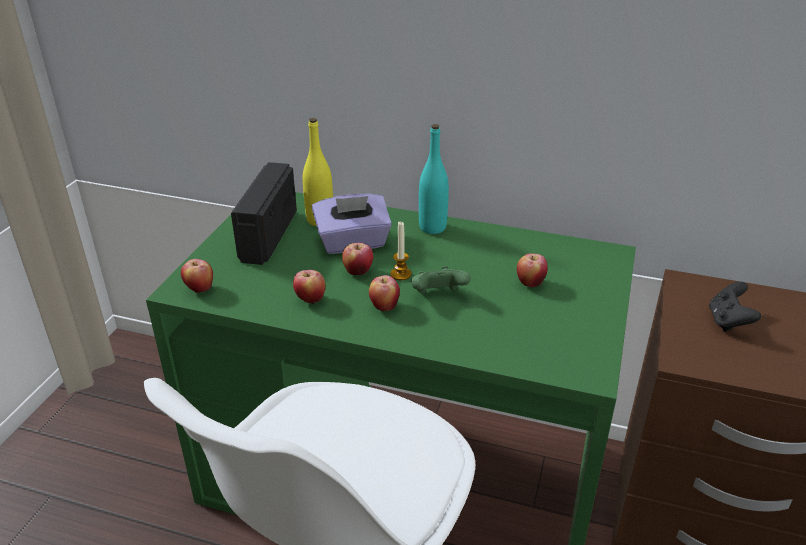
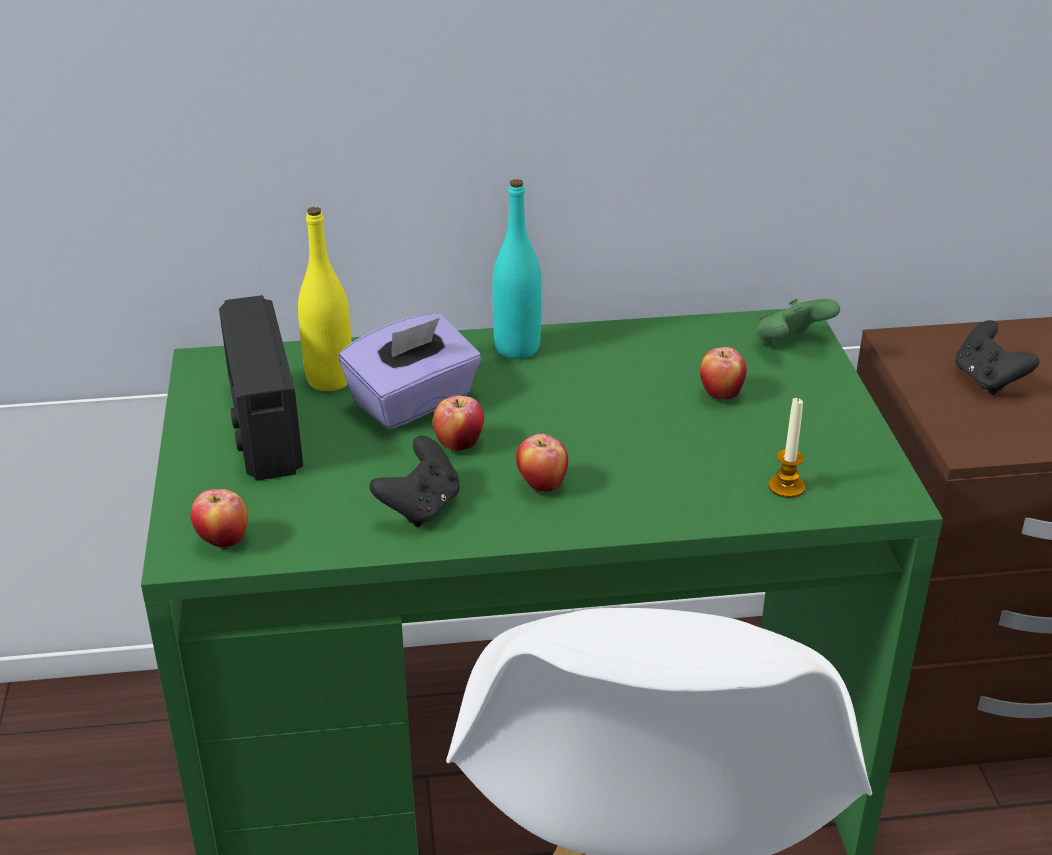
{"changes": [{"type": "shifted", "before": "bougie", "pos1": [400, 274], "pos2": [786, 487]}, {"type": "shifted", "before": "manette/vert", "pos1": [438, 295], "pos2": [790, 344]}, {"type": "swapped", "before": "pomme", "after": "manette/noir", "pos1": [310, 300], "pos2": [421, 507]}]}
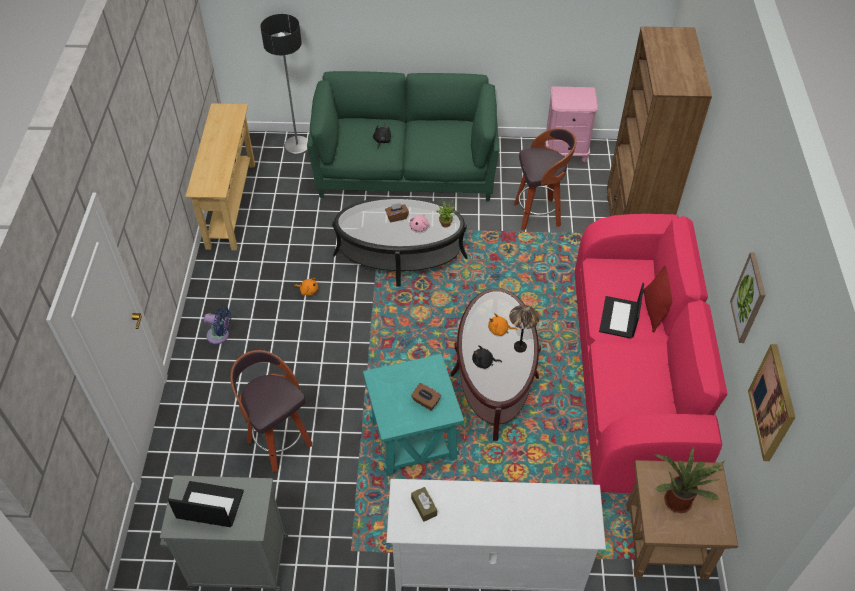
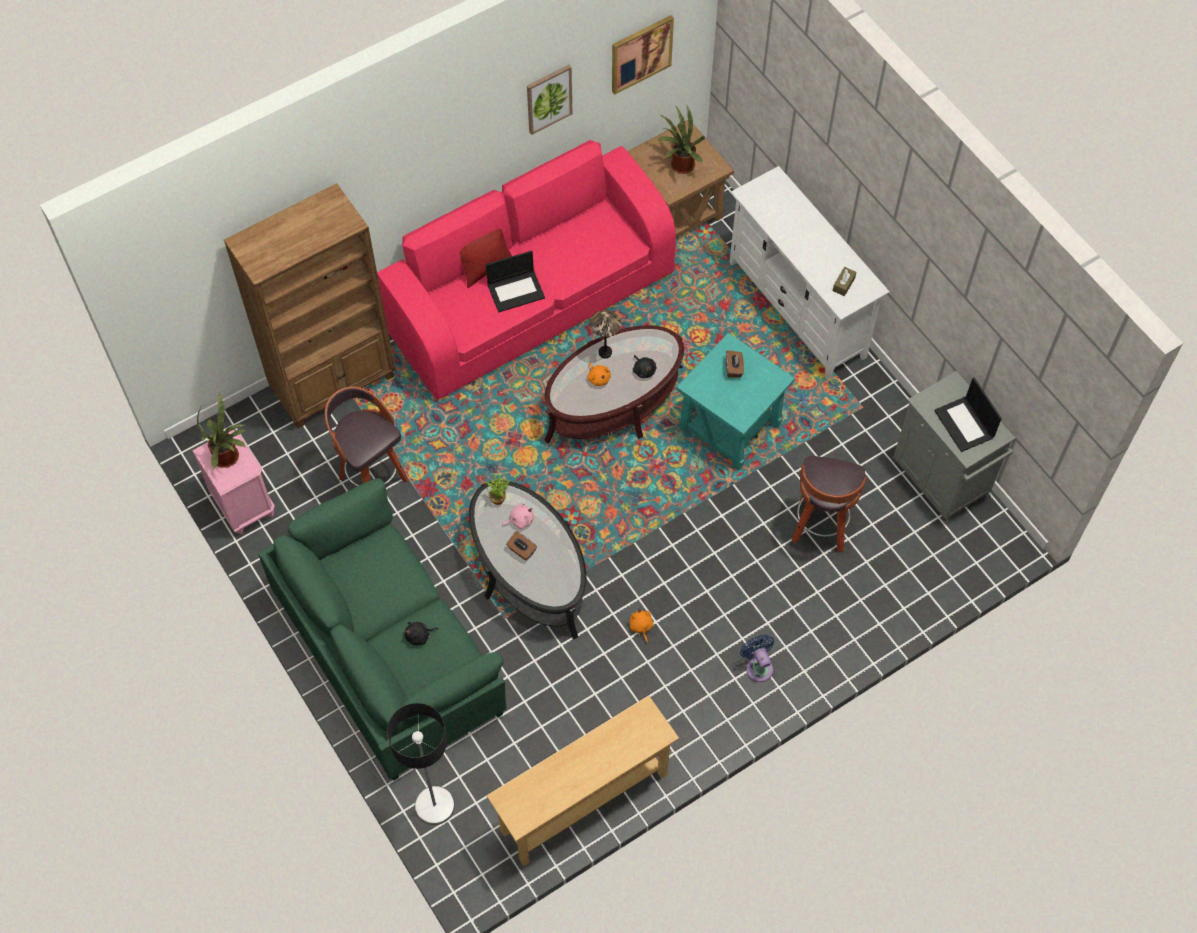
{"changes": [{"type": "new", "after": "plante en pot", "pos2": [229, 457]}]}
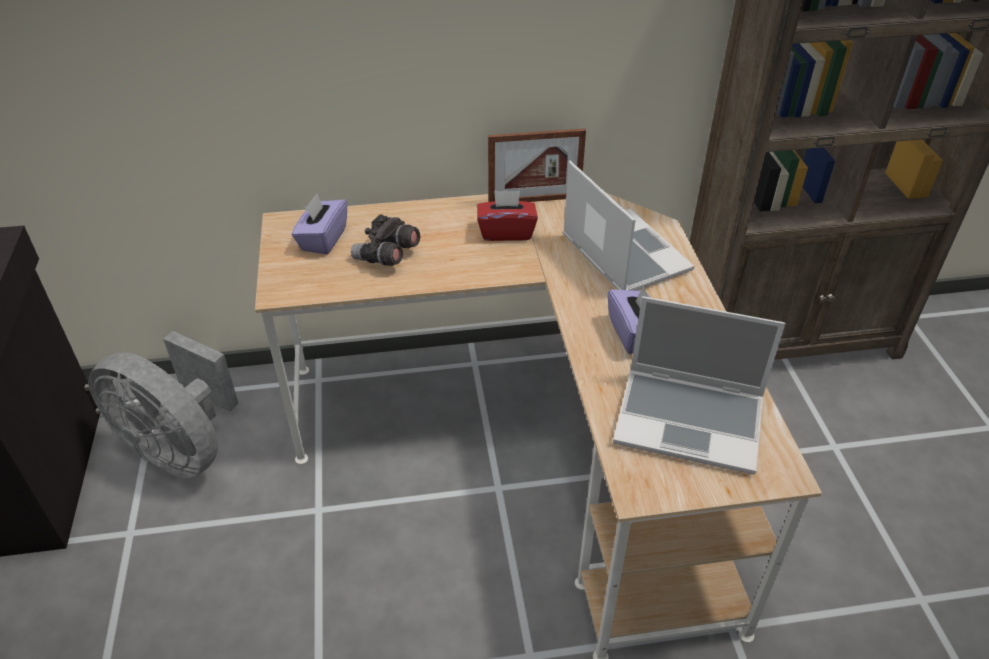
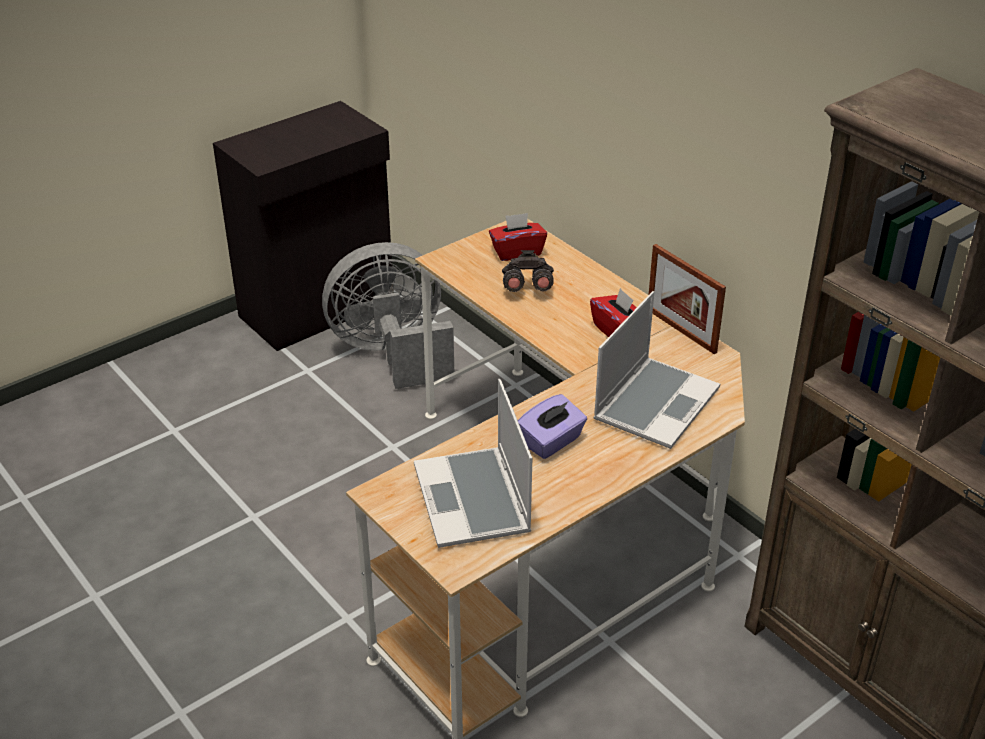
{"changes": [{"type": "repainted", "before": "boîte à mouchoirs/violet", "after": "boîte à mouchoirs/rouge", "pos1": [323, 239], "pos2": [517, 252]}, {"type": "rotated", "before": "ventilateur/gris", "pos1": [182, 448], "pos2": [392, 354], "turn": 75}]}
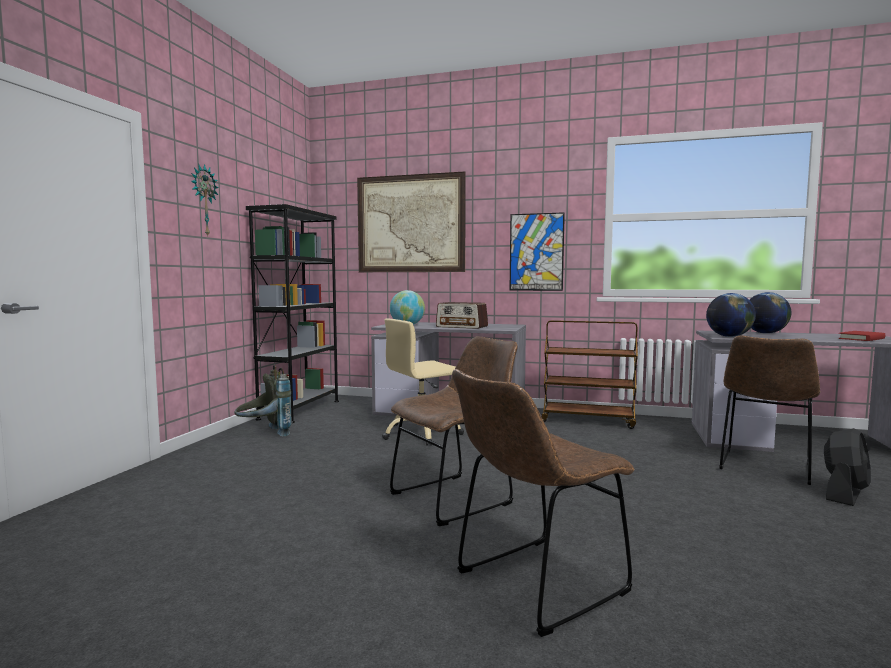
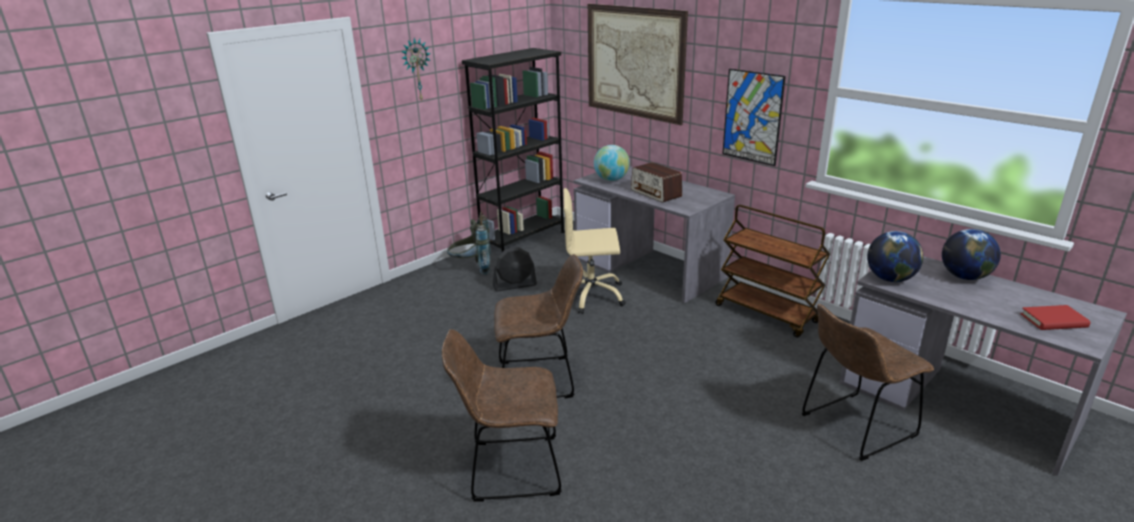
{"changes": [{"type": "shifted", "before": "ventilateur/noir", "pos1": [844, 493], "pos2": [515, 285]}]}
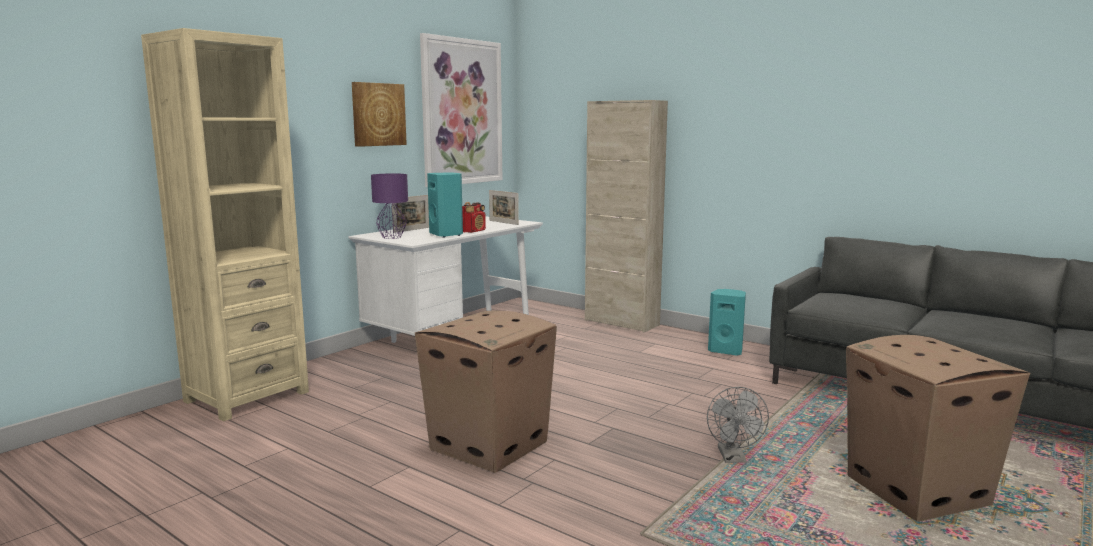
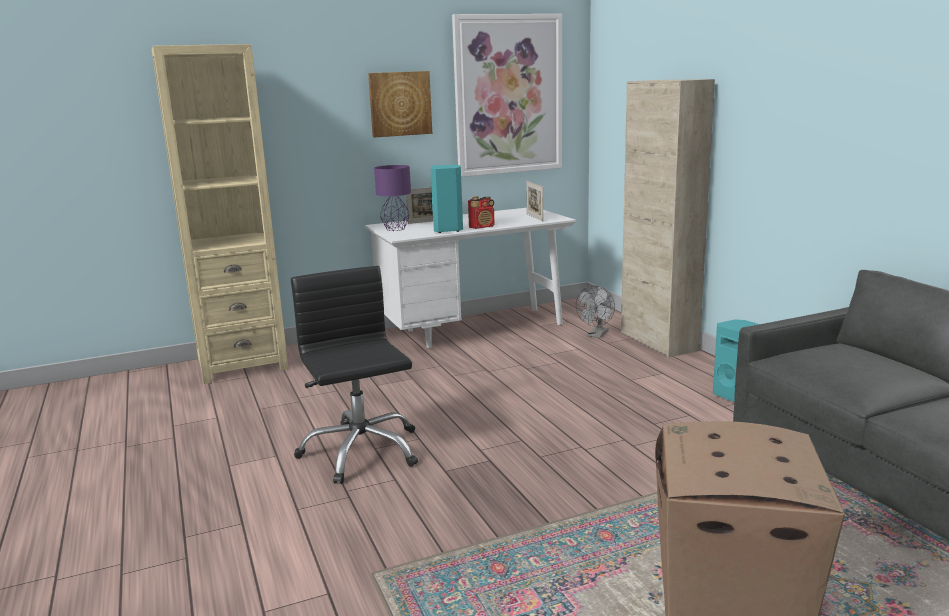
{"changes": [{"type": "shifted", "before": "ventilateur/gris", "pos1": [733, 459], "pos2": [596, 335]}, {"type": "swapped", "before": "carton", "after": "chaise de bureau/noir", "pos1": [490, 445], "pos2": [360, 451]}]}
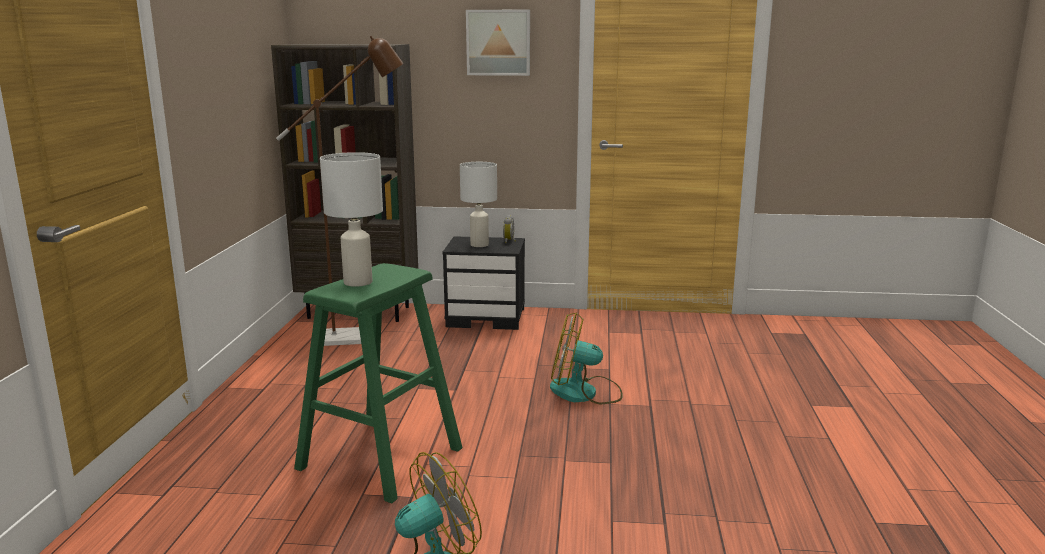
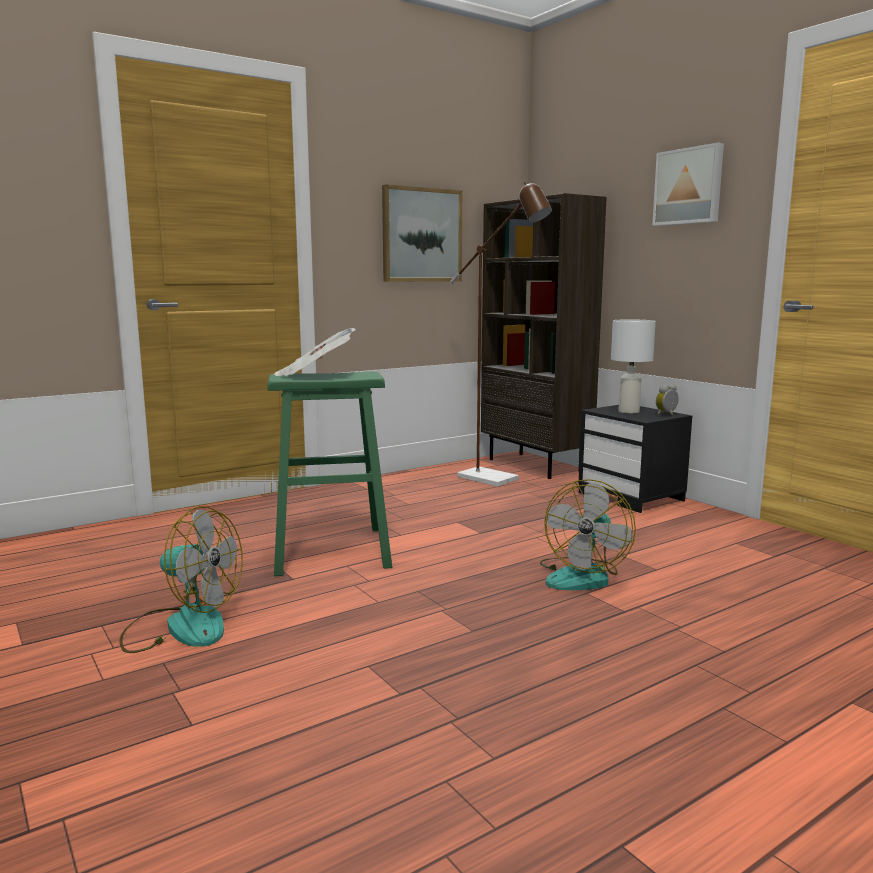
{"changes": [{"type": "new", "after": "tableau", "pos2": [421, 235]}, {"type": "swapped", "before": "lampe de table/blanc", "after": "journal", "pos1": [358, 282], "pos2": [314, 374]}, {"type": "rotated", "before": "ventilateur", "pos1": [584, 393], "pos2": [583, 576], "turn": -120}]}
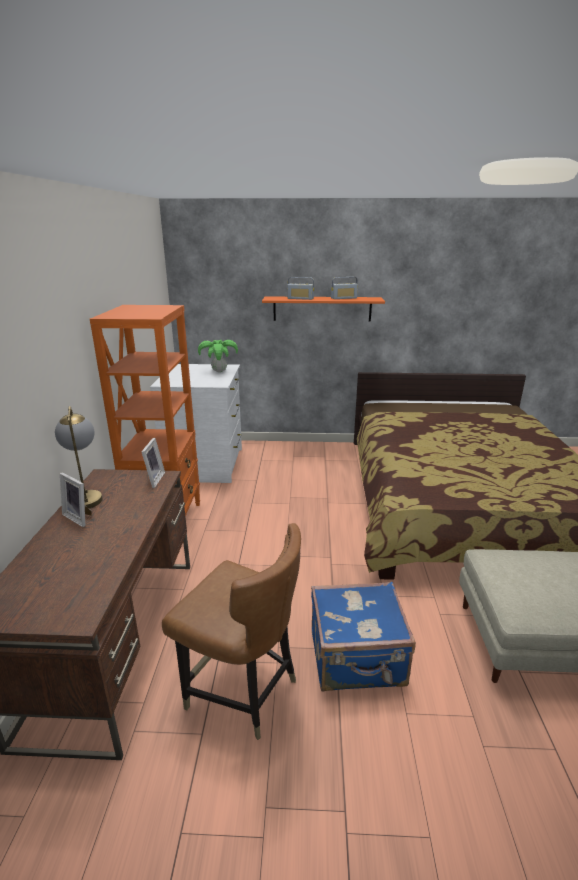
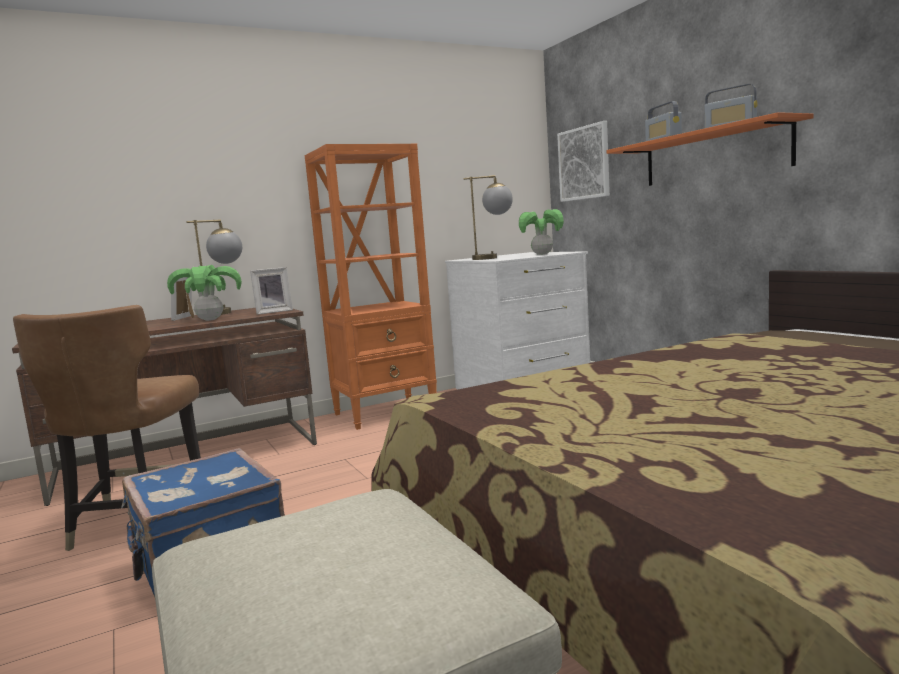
{"changes": [{"type": "new", "after": "plante en pot", "pos2": [210, 319]}, {"type": "new", "after": "lampe de table", "pos2": [494, 258]}, {"type": "new", "after": "tableau", "pos2": [584, 163]}]}
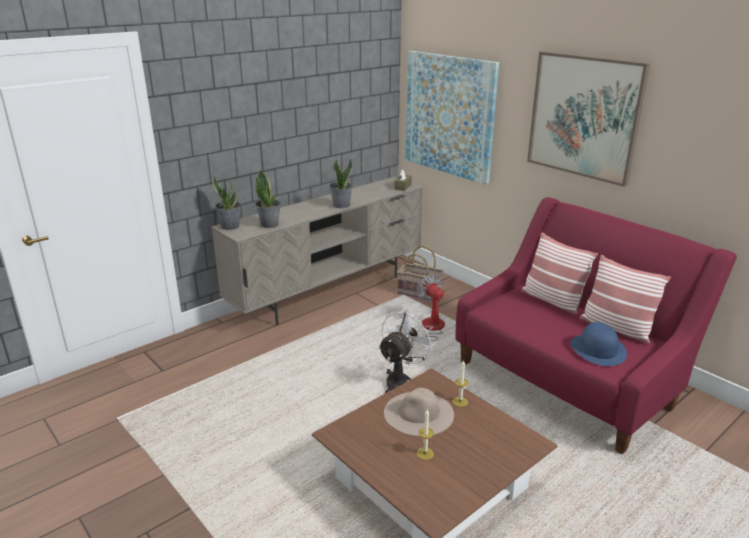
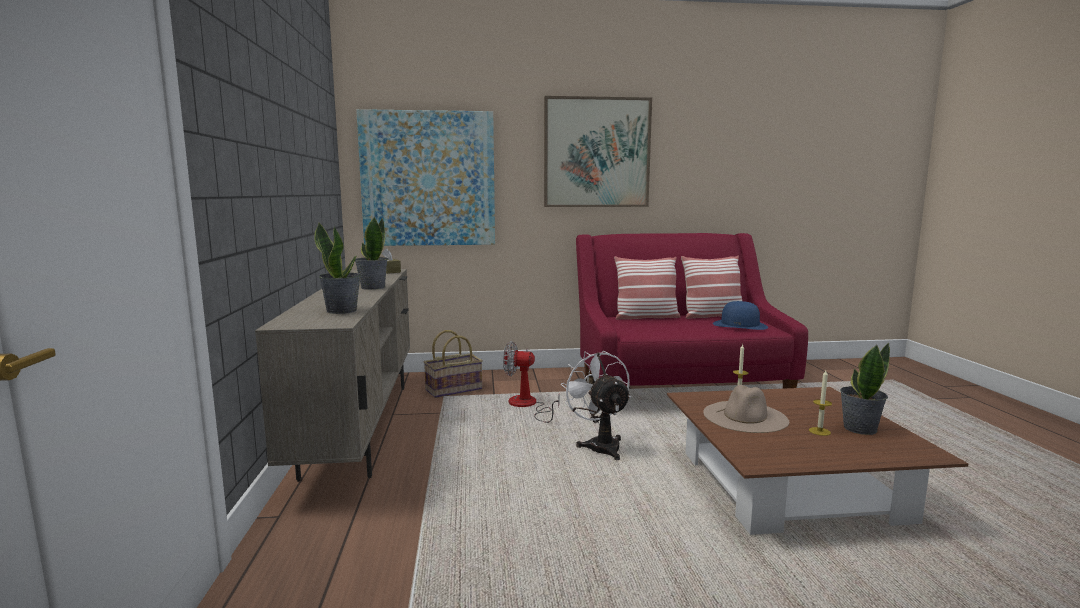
{"changes": [{"type": "shifted", "before": "plante en pot", "pos1": [230, 226], "pos2": [859, 428]}]}
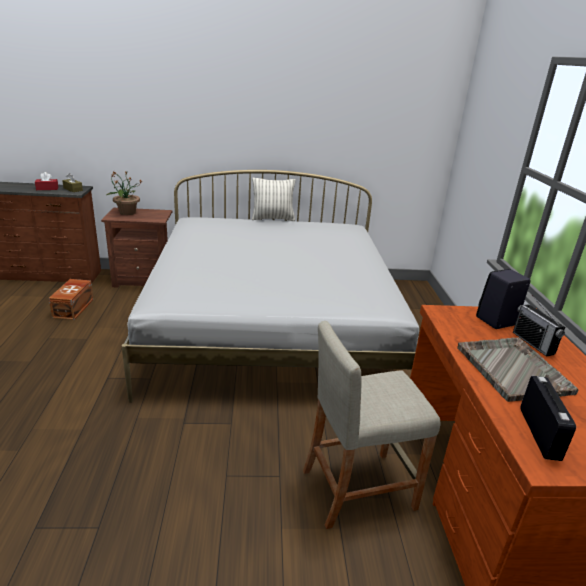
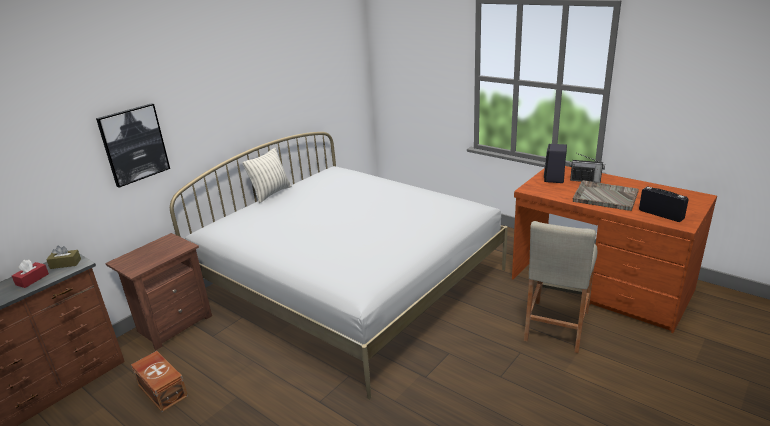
{"changes": [{"type": "gone", "before": "plante en pot", "pos1": [127, 212]}, {"type": "new", "after": "tableau", "pos2": [134, 144]}]}
